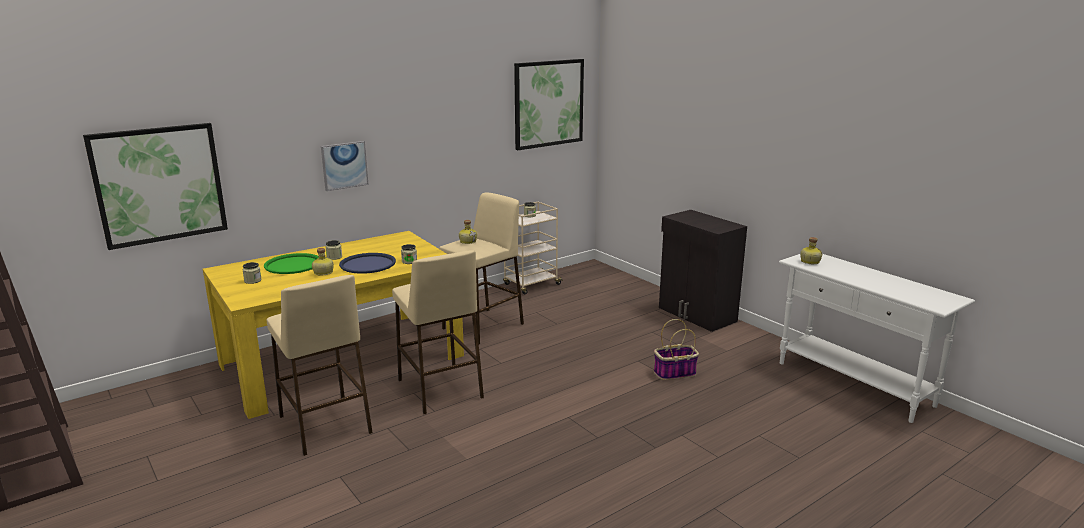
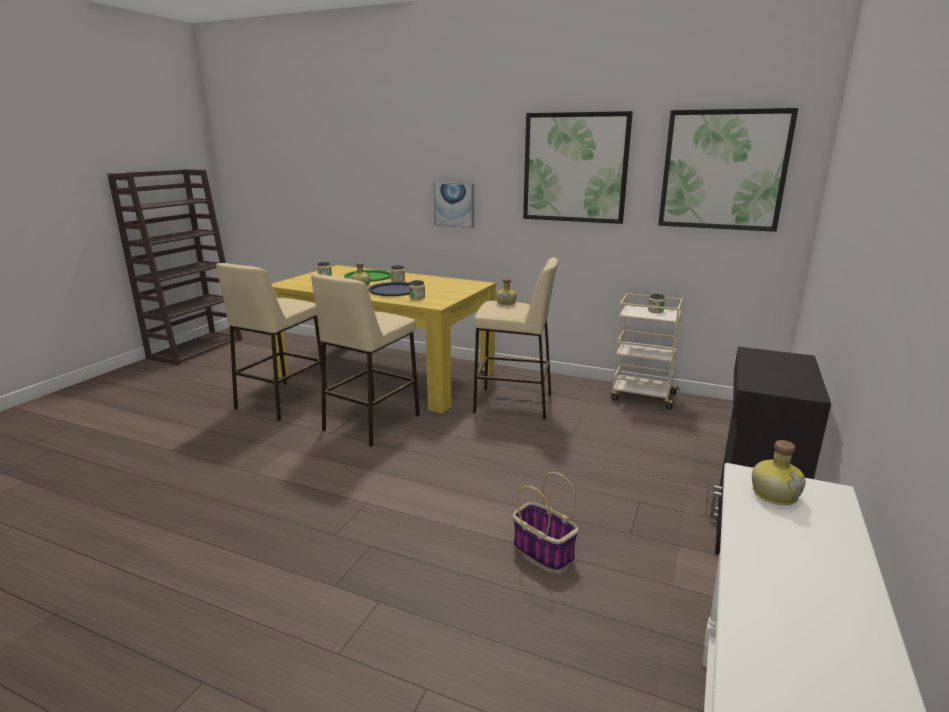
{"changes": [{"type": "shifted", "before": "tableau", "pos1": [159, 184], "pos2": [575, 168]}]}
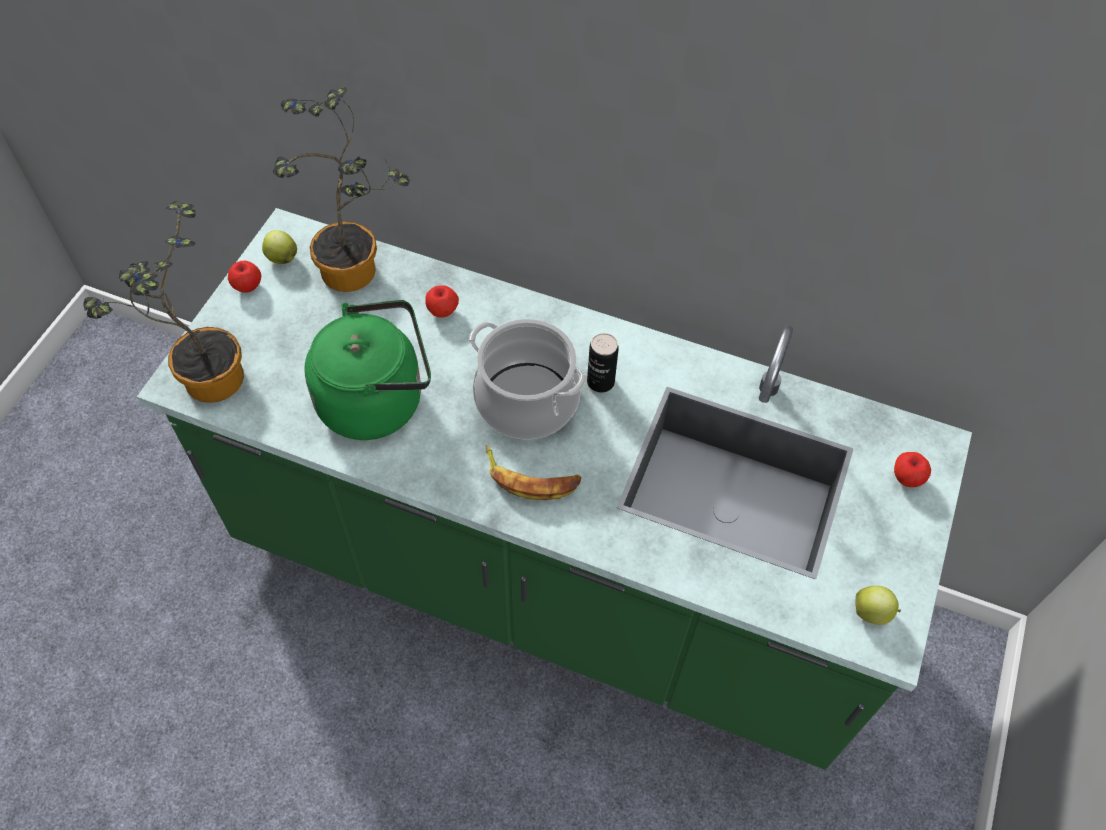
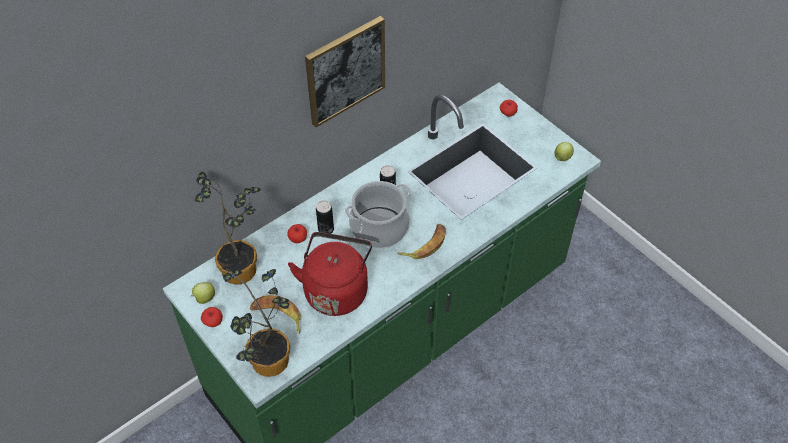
{"changes": [{"type": "new", "after": "banane", "pos2": [277, 316]}, {"type": "new", "after": "tableau", "pos2": [345, 71]}, {"type": "new", "after": "boîte métallique", "pos2": [326, 229]}, {"type": "repainted", "before": "bouilloire/vert", "after": "bouilloire/rouge", "pos1": [377, 400], "pos2": [336, 289]}]}
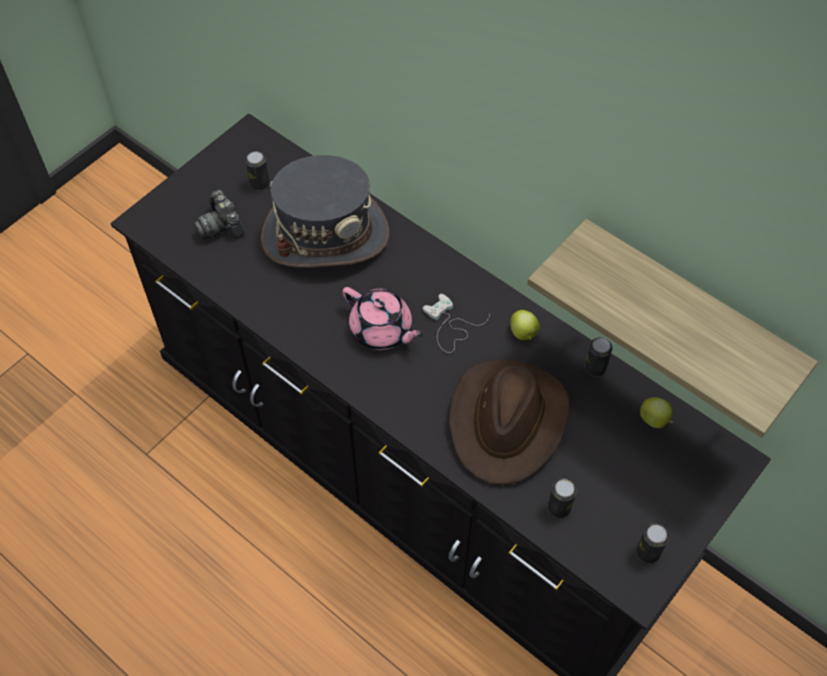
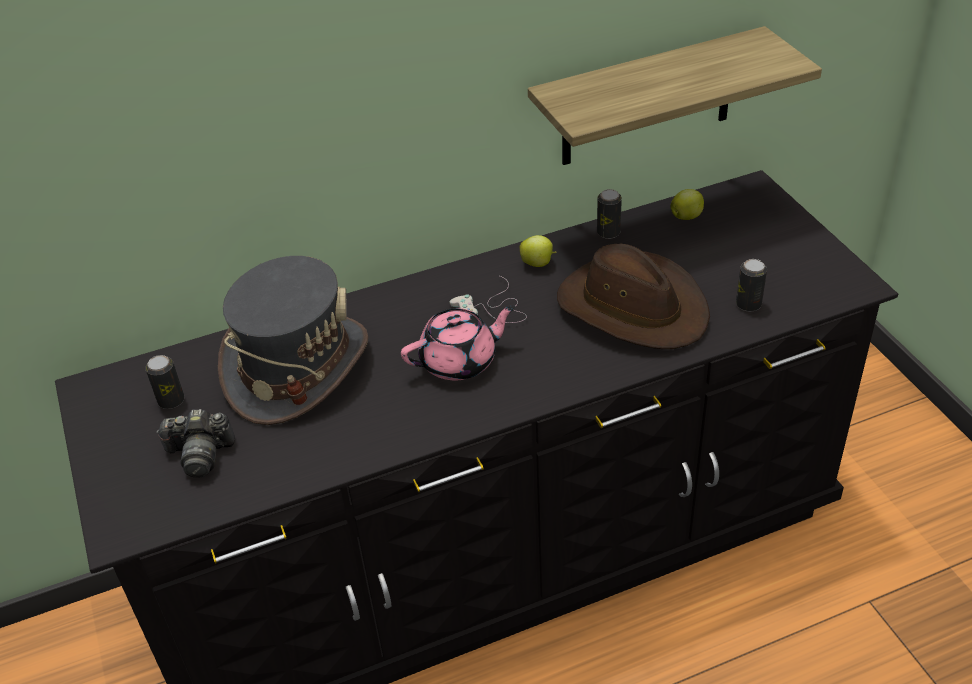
{"changes": [{"type": "gone", "before": "boîte métallique", "pos1": [648, 552]}]}
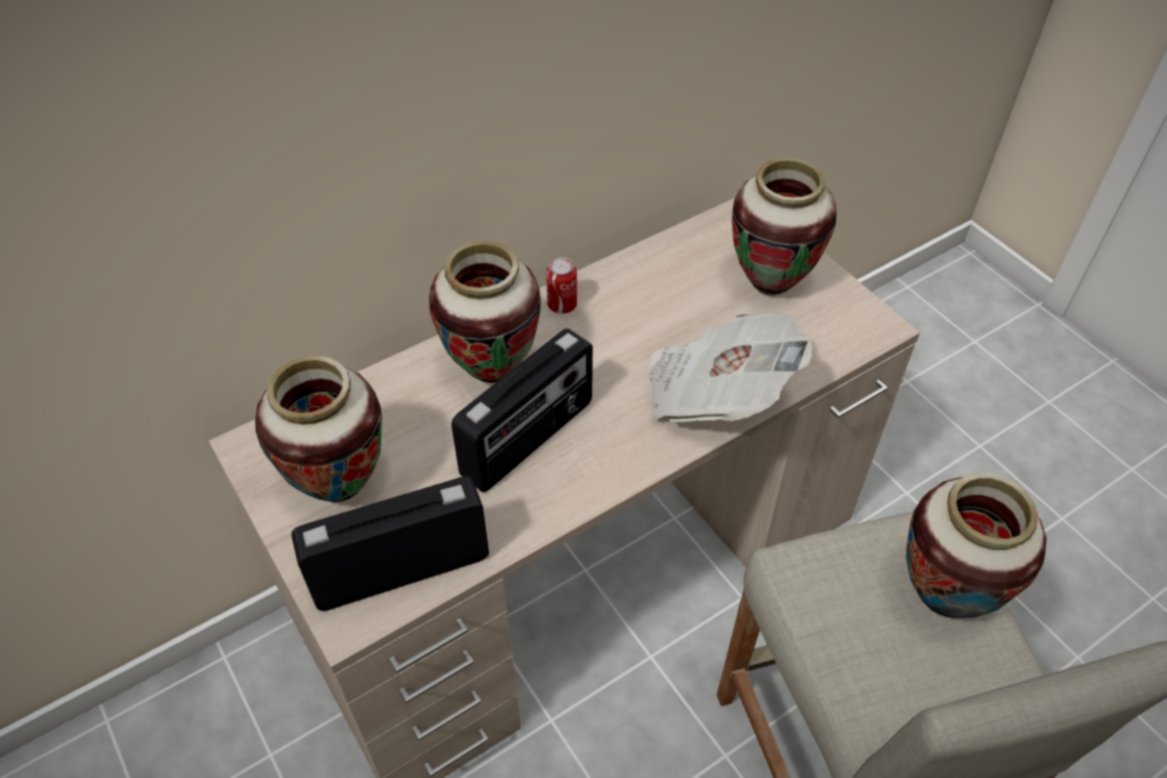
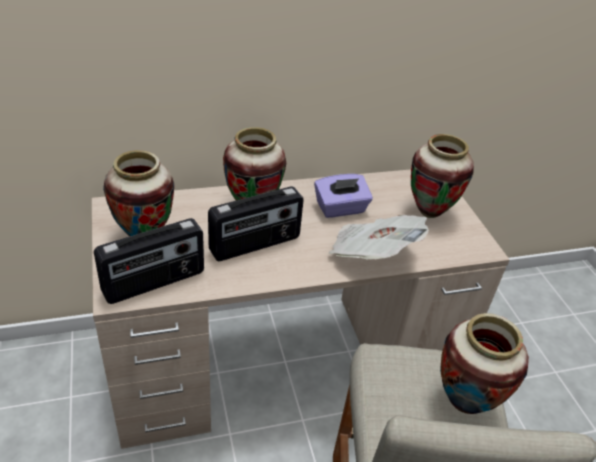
{"changes": [{"type": "gone", "before": "boîte métallique", "pos1": [562, 305]}, {"type": "new", "after": "boîte à mouchoirs/violet", "pos2": [340, 208]}, {"type": "rotated", "before": "radio", "pos1": [401, 569], "pos2": [154, 282], "turn": 150}]}
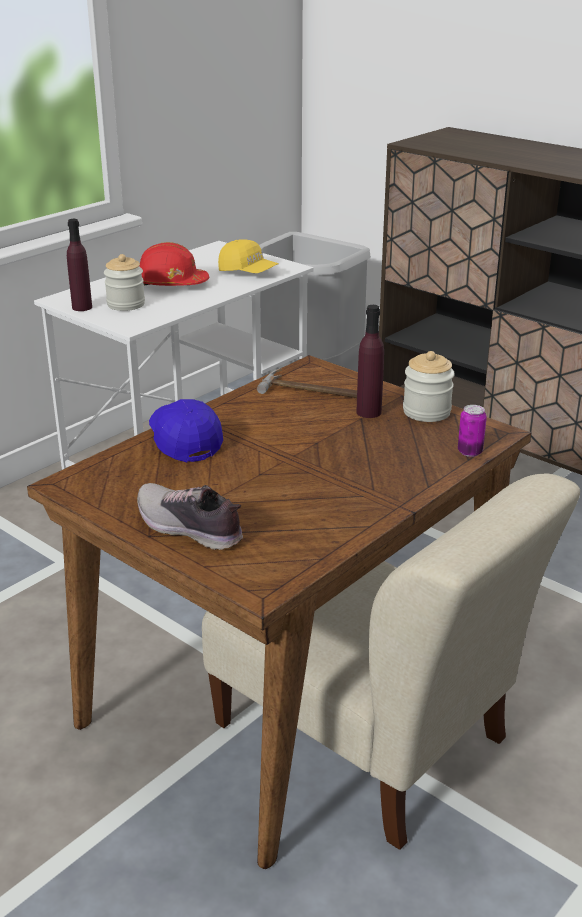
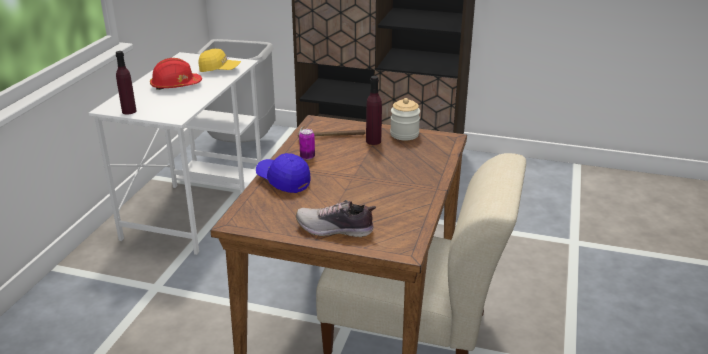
{"changes": [{"type": "gone", "before": "bocal", "pos1": [126, 304]}, {"type": "shifted", "before": "boîte métallique", "pos1": [470, 452], "pos2": [307, 157]}]}
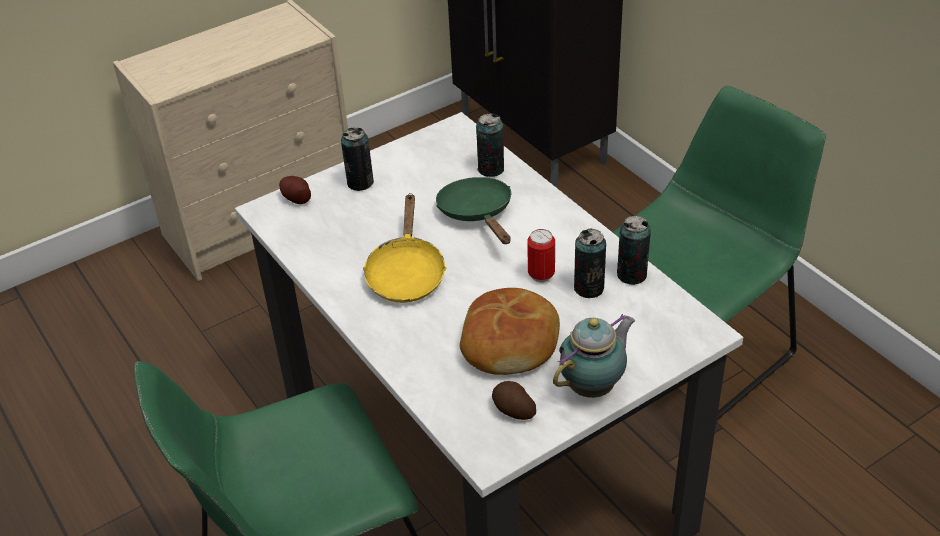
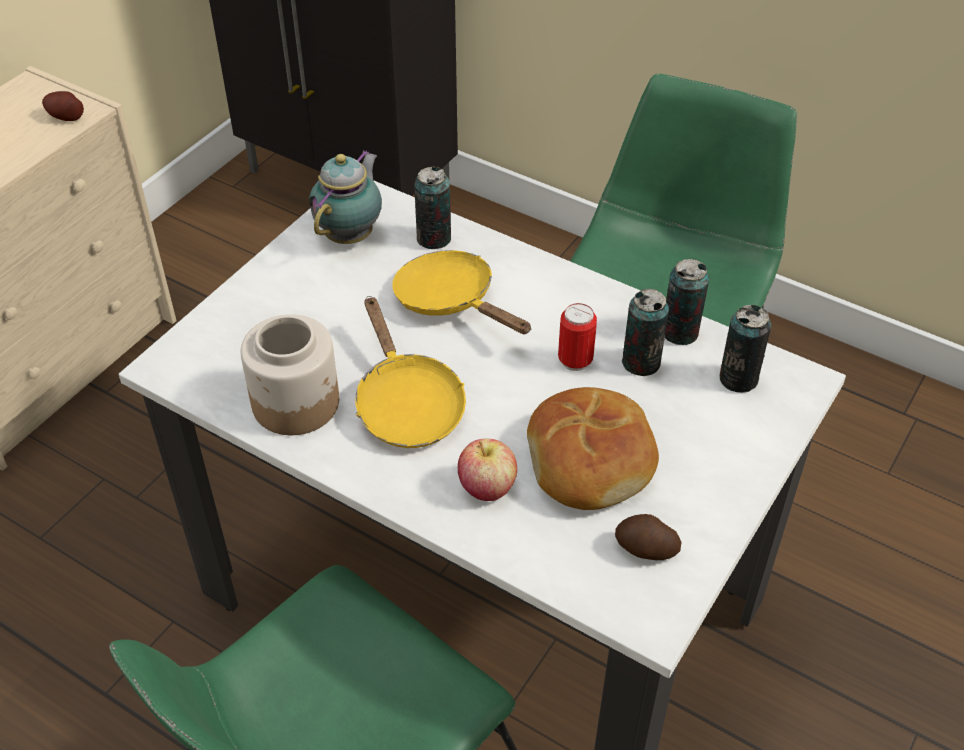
{"changes": [{"type": "new", "after": "bocal", "pos2": [297, 403]}, {"type": "new", "after": "pomme", "pos2": [487, 488]}, {"type": "shifted", "before": "pomme de terre", "pos1": [296, 198], "pos2": [66, 117]}, {"type": "shifted", "before": "boîte métallique", "pos1": [360, 183], "pos2": [738, 378]}, {"type": "shifted", "before": "théière", "pos1": [594, 386], "pos2": [351, 235]}, {"type": "repainted", "before": "poêle/vert", "after": "poêle/jaune", "pos1": [478, 214], "pos2": [451, 301]}]}
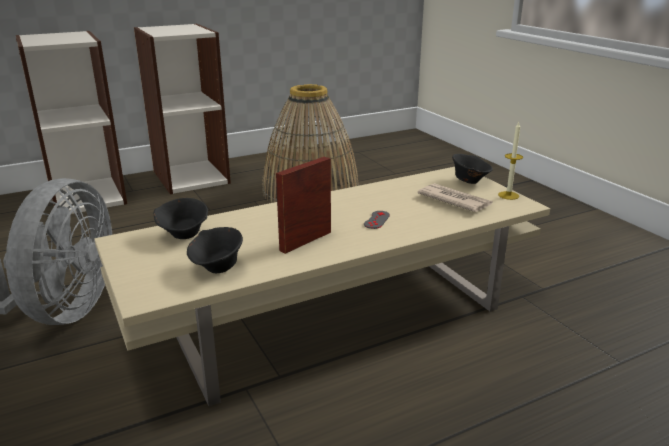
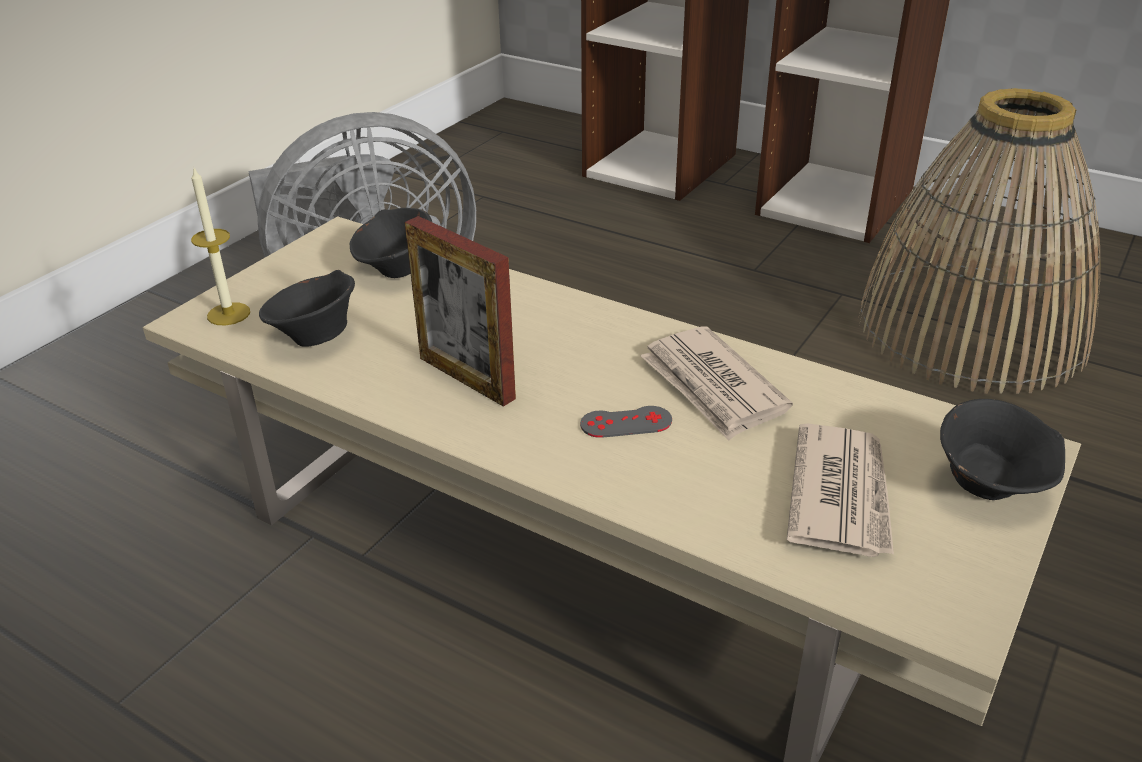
{"changes": [{"type": "new", "after": "journal", "pos2": [712, 387]}, {"type": "shifted", "before": "bougie", "pos1": [508, 195], "pos2": [228, 314]}, {"type": "rotated", "before": "cadre photo", "pos1": [305, 241], "pos2": [466, 378], "turn": -150}]}
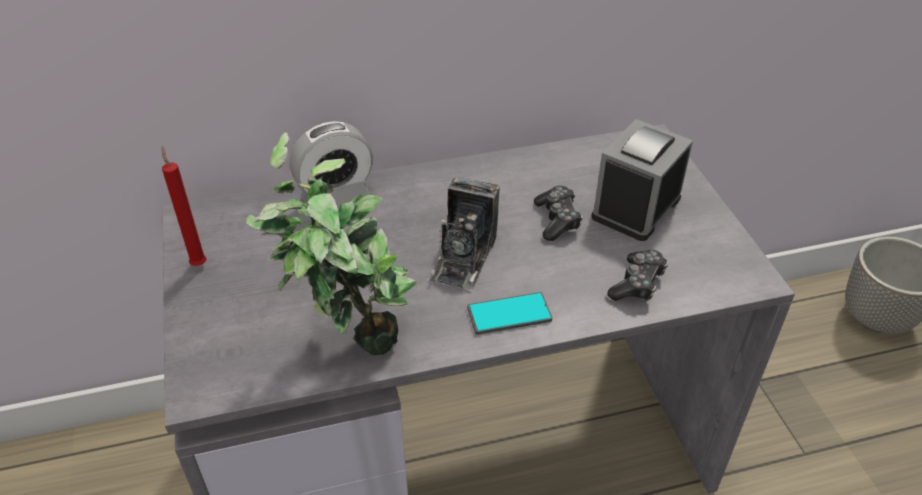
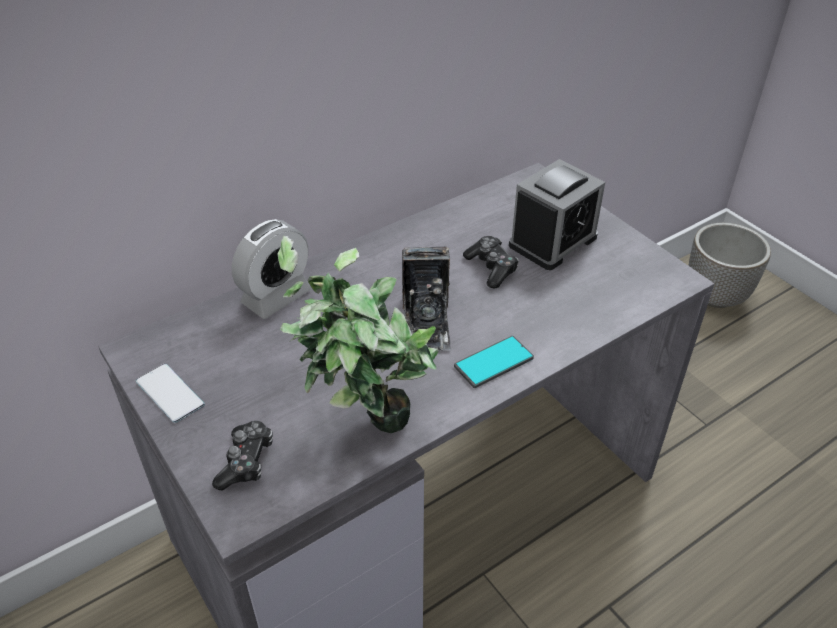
{"changes": [{"type": "shifted", "before": "manette", "pos1": [637, 283], "pos2": [246, 461]}, {"type": "swapped", "before": "bougie/rouge", "after": "téléphone", "pos1": [198, 263], "pos2": [170, 393]}, {"type": "rotated", "before": "réveil", "pos1": [636, 207], "pos2": [553, 241], "turn": -150}]}
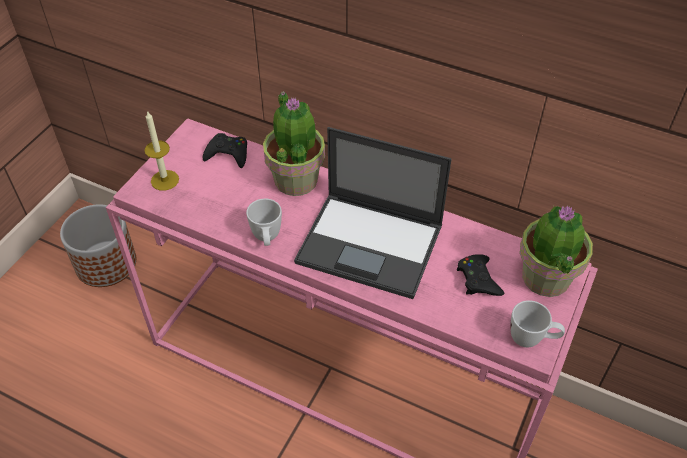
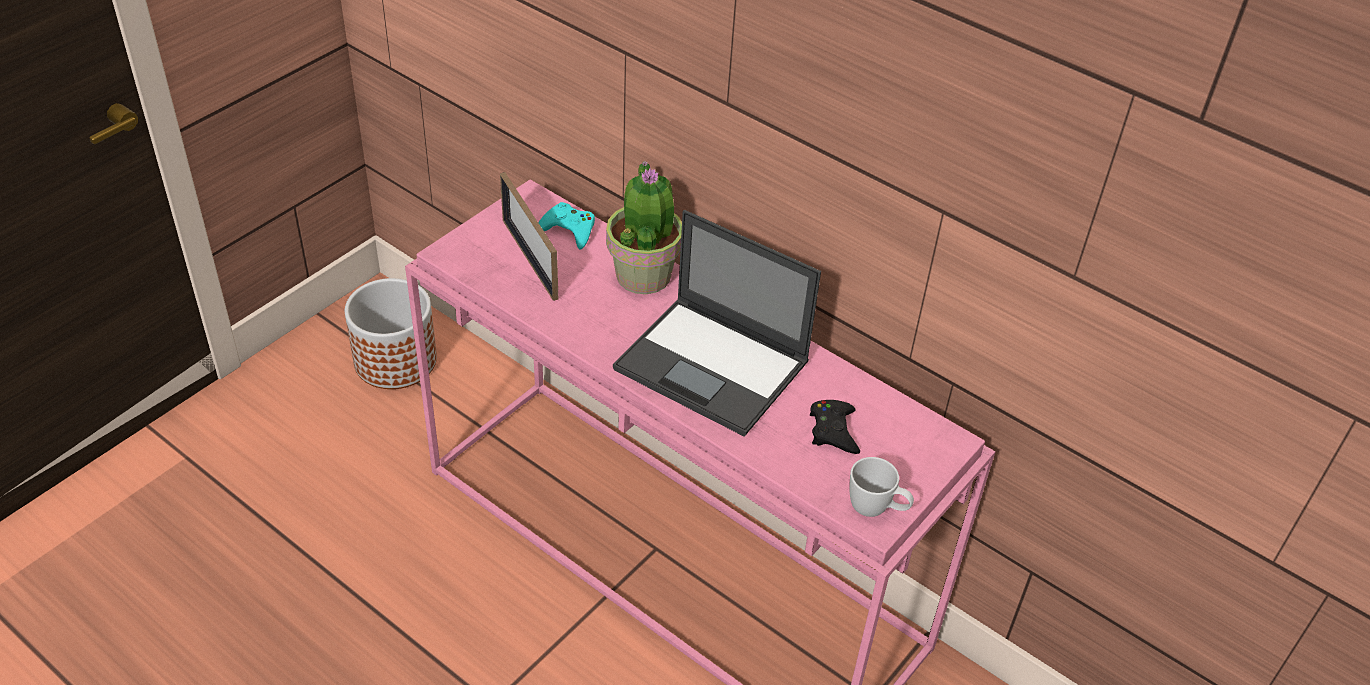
{"changes": [{"type": "gone", "before": "bougie", "pos1": [165, 180]}, {"type": "gone", "before": "mug/blanc", "pos1": [267, 239]}, {"type": "gone", "before": "plante en pot", "pos1": [545, 278]}, {"type": "new", "after": "cadre photo", "pos2": [530, 259]}, {"type": "repainted", "before": "manette/noir", "after": "manette/turquoise", "pos1": [228, 154], "pos2": [568, 230]}]}
